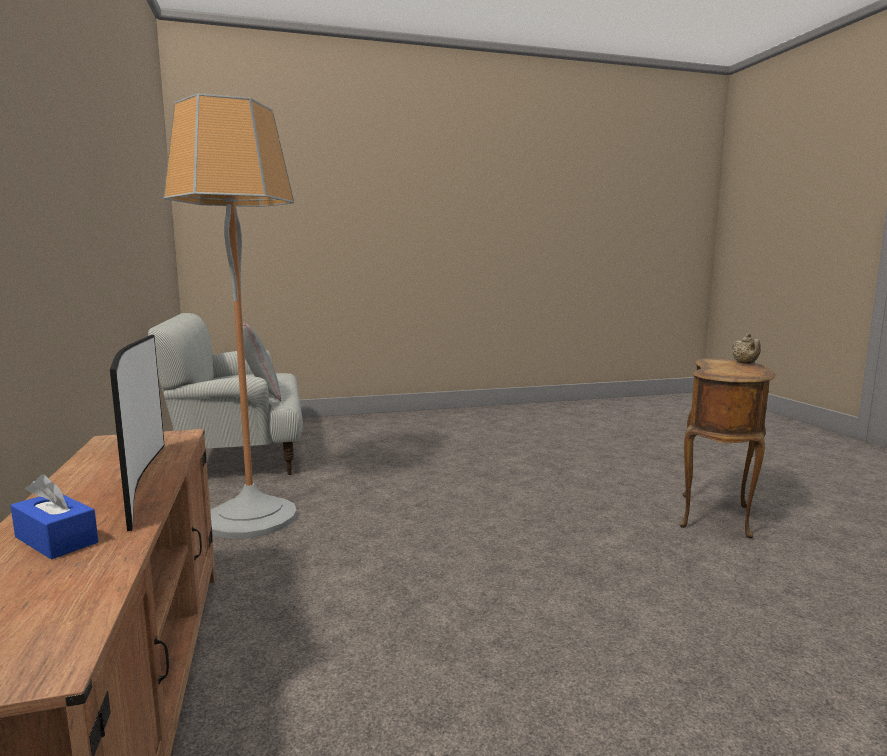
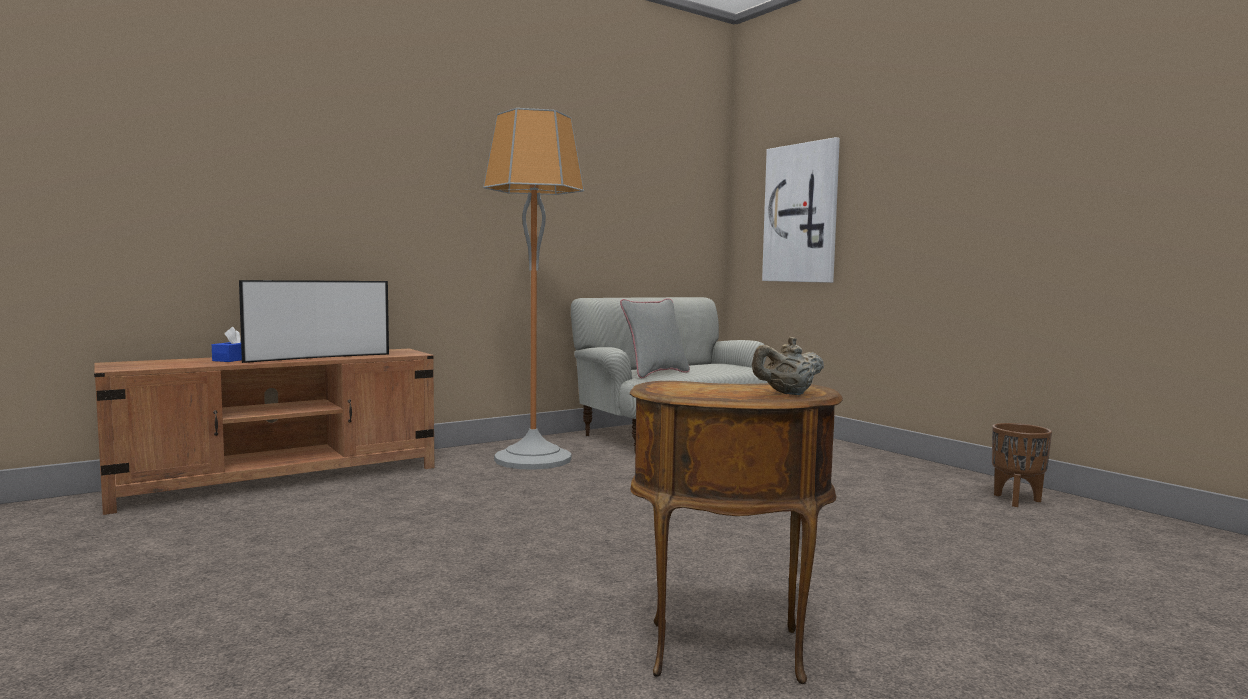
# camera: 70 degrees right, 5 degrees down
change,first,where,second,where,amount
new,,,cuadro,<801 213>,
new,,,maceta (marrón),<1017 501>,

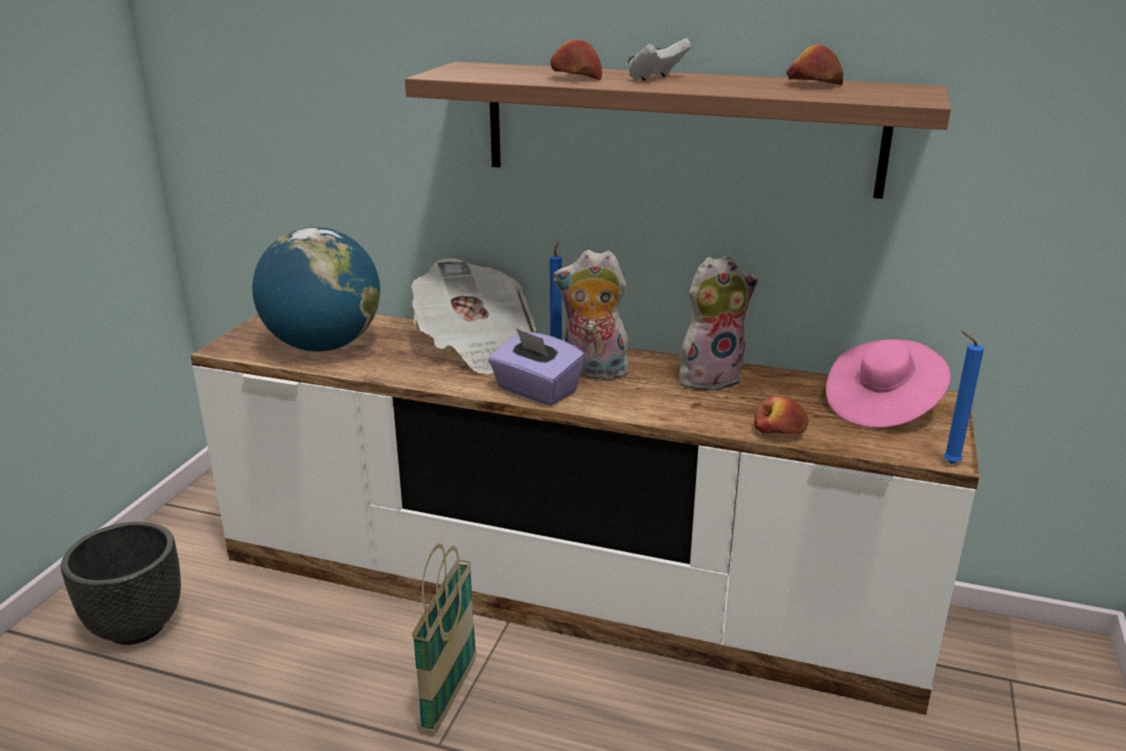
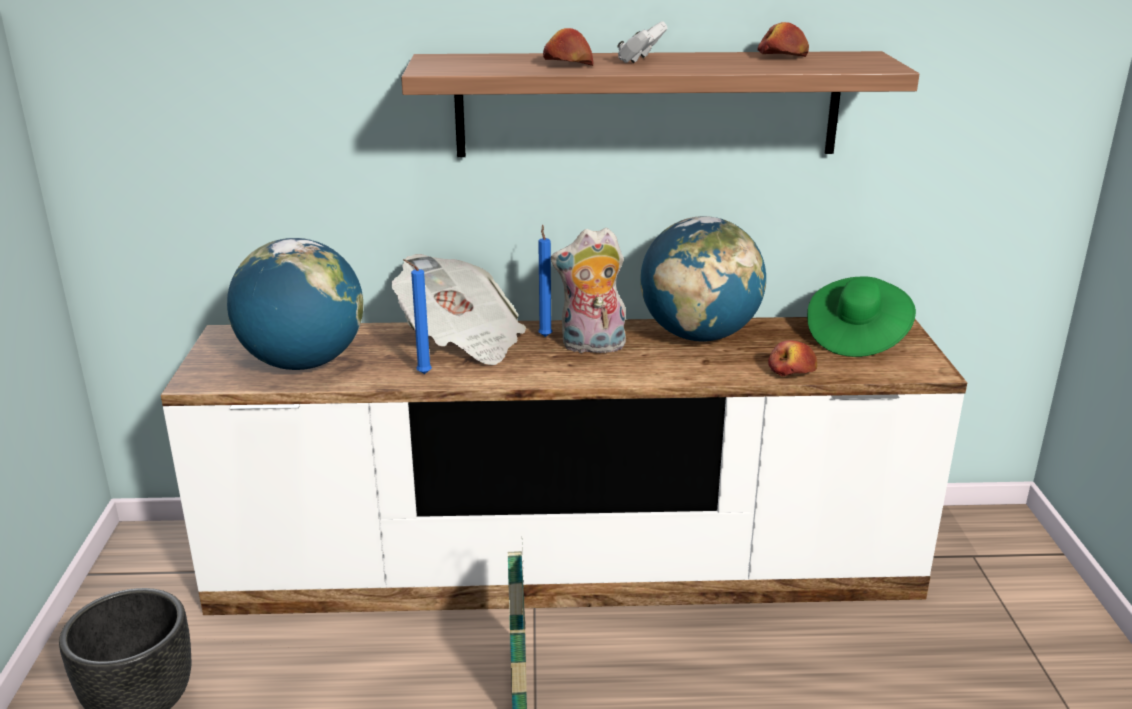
# camera: 20 degrees left, 0 degrees up
change,first,where,second,where,amount
shifted,vela (azul),<948 463>,,<421 374>,
swapped,peluche,<710 378>,globo terráqueo,<699 335>,
repainted,sombrero (rosa),<882 406>,sombrero (verde),<856 338>,
gone,caja de pañuelos (morado),<536 391>,,,

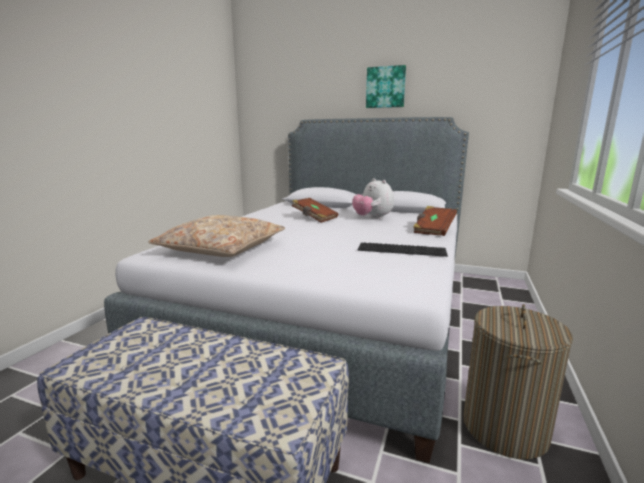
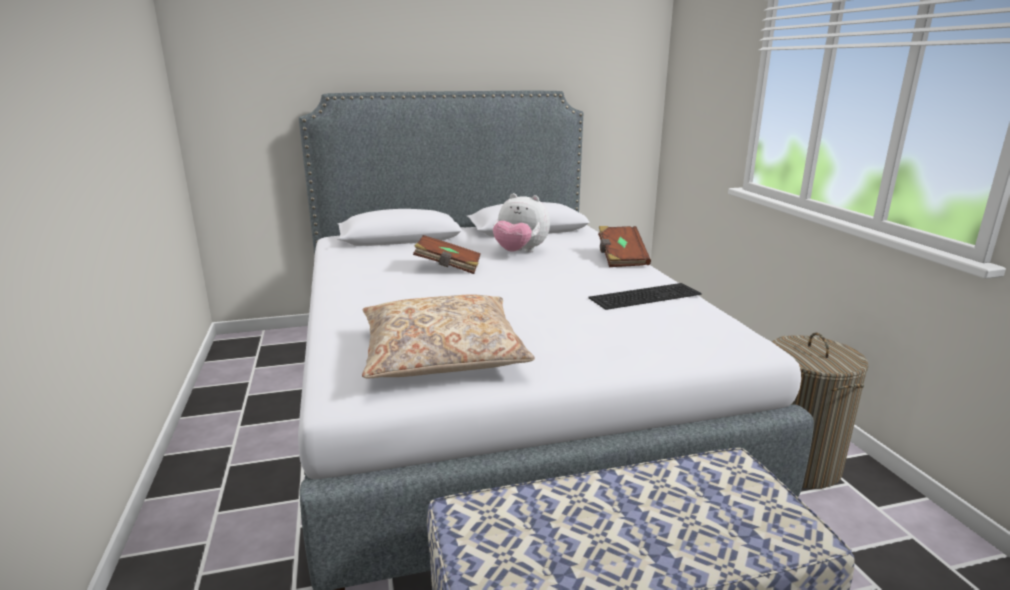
# camera: 35 degrees left, 5 degrees up
change,first,where,second,where,amount
gone,cuadro,<385 87>,,,

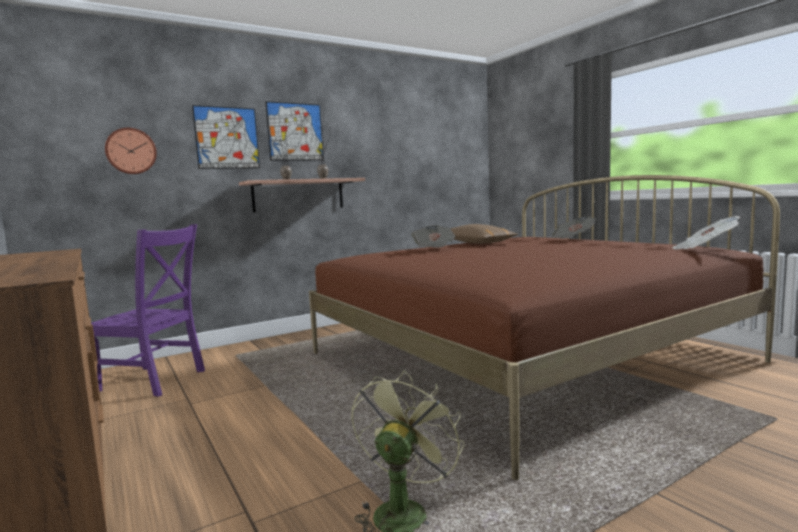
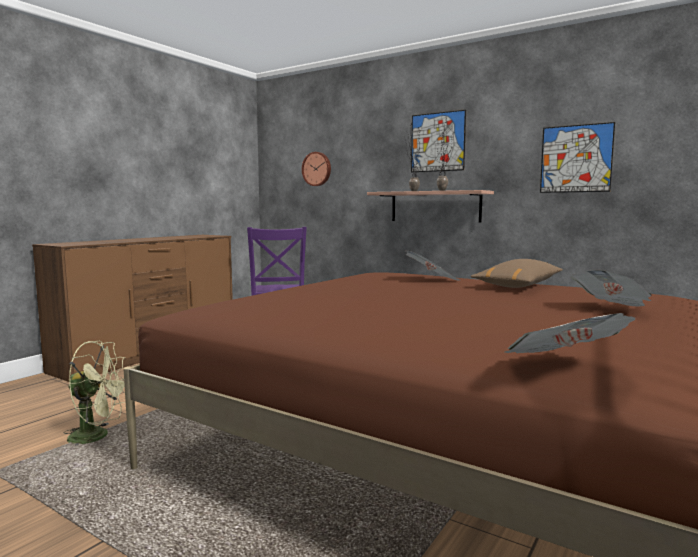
# camera: 65 degrees right, 0 degrees up
change,first,where,second,where,amount
shifted,cuadro,<227 138>,,<576 159>,

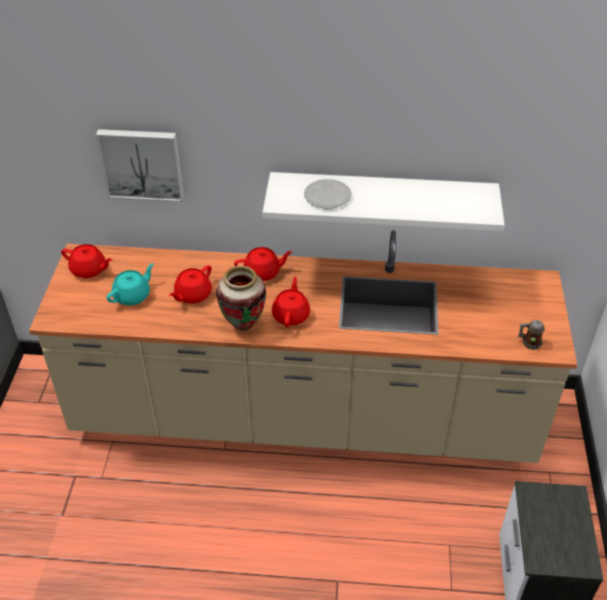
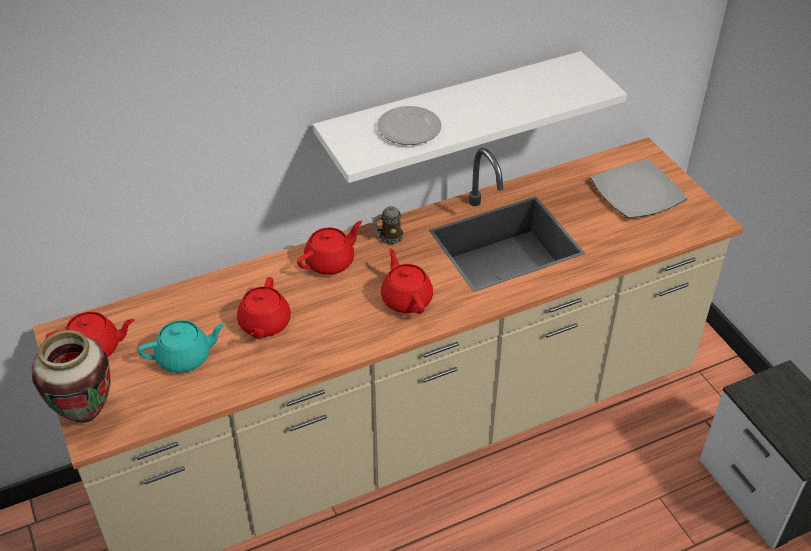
# camera: 30 degrees left, 0 degrees up
change,first,where,second,where,amount
shifted,florero,<243 325>,,<86 413>,
rotated,tetera (turquesa),<133 296>,,<185 357>,60 degrees clockwise
shifted,taza grande,<529 342>,,<388 237>,
new,,,plato,<638 192>,
gone,cuadro,<142 163>,,,

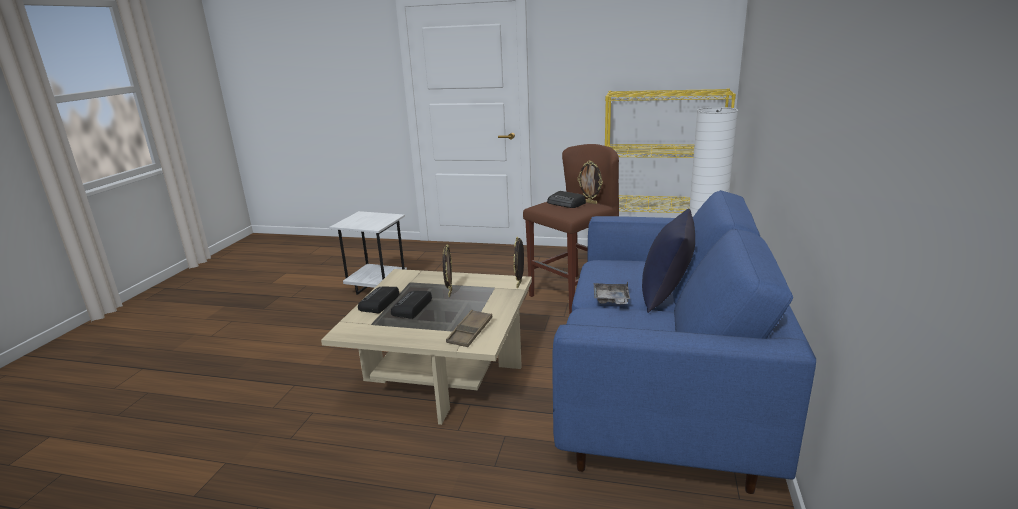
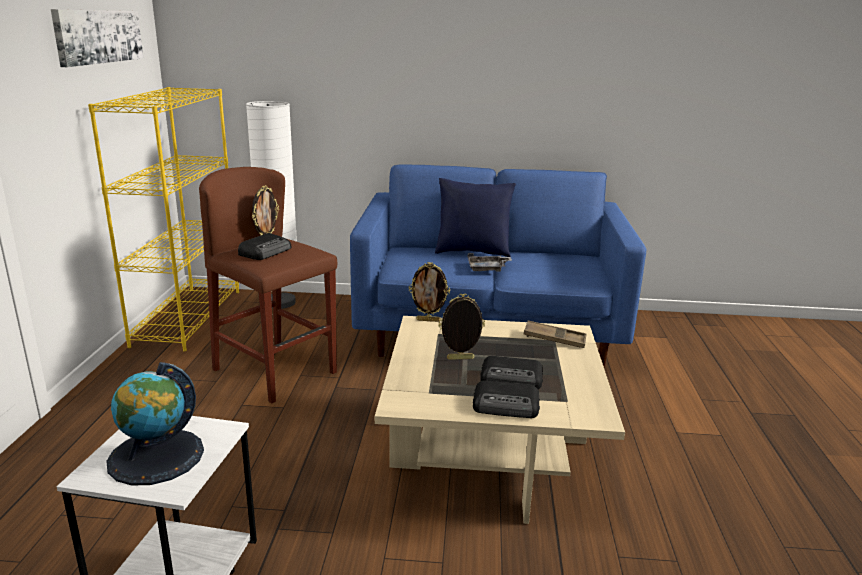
# camera: 100 degrees left, 0 degrees up
change,first,where,second,where,amount
new,,,cuadro,<98 36>,
new,,,globo terráqueo,<156 456>,

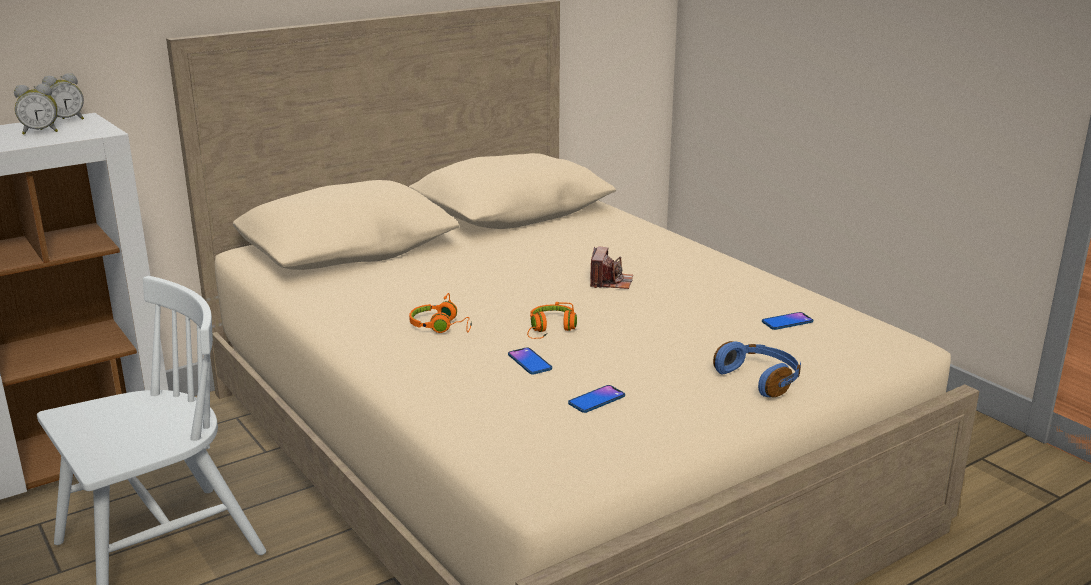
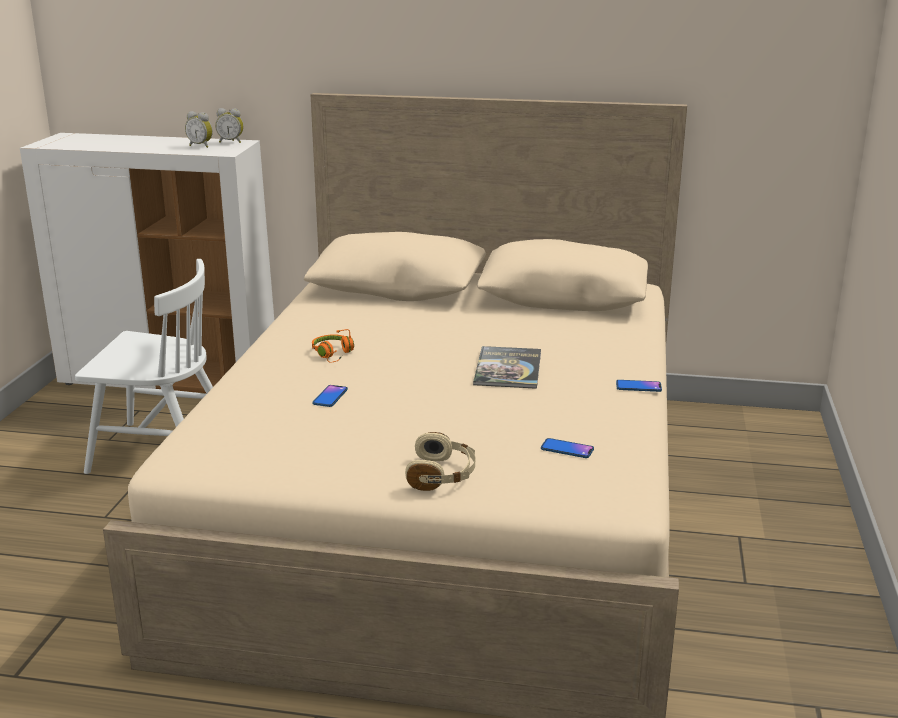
# camera: 45 degrees right, 0 degrees up
change,first,where,second,where,amount
repainted,auriculares (azul),<760 379>,auriculares (beis),<442 475>,
swapped,cámara,<610 282>,libro,<508 369>,
shifted,móvil,<596 400>,,<638 387>,
gone,auriculares (naranja),<550 329>,,,

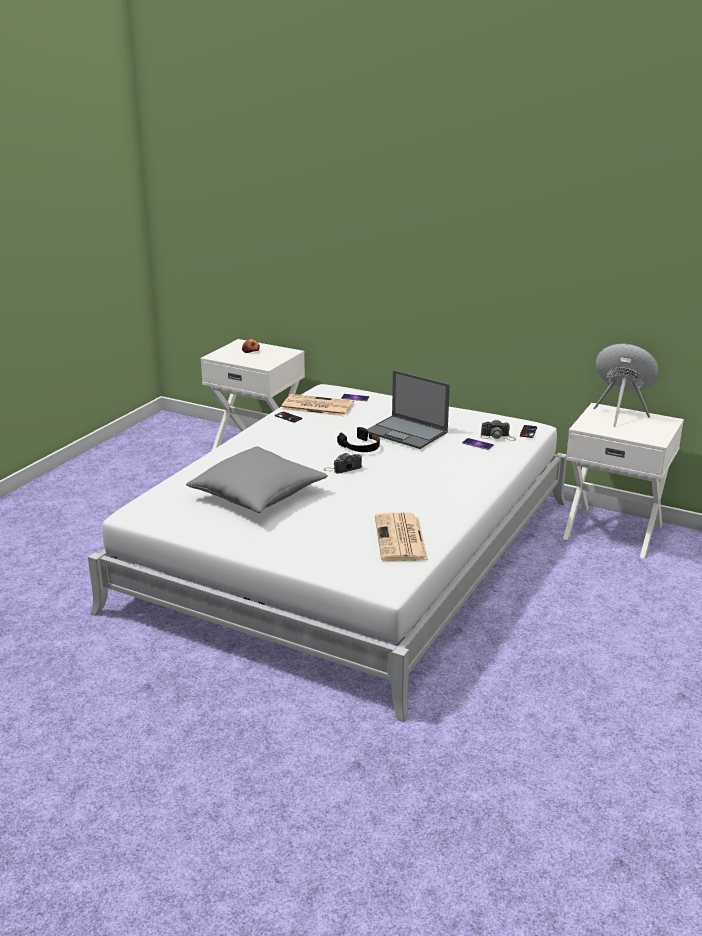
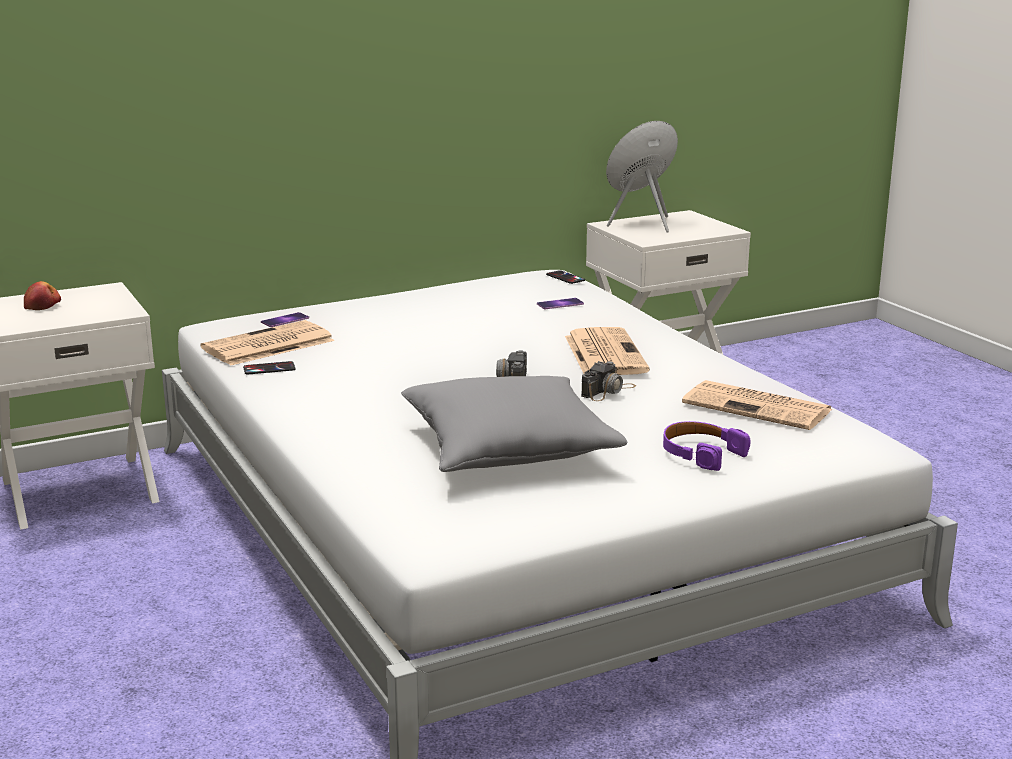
# camera: 55 degrees left, 5 degrees down
change,first,where,second,where,amount
new,,,periódico,<604 353>,
shifted,cámara,<498 437>,,<608 391>,
new,,,auriculares (morado),<701 453>,
gone,auriculares (negro),<360 446>,,,
gone,portátil,<407 432>,,,

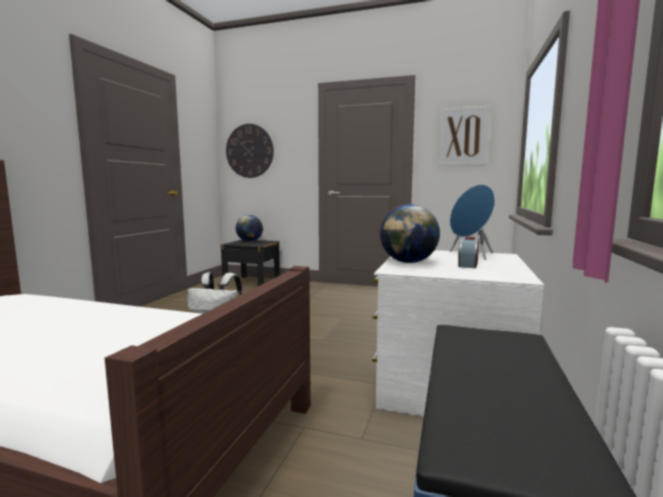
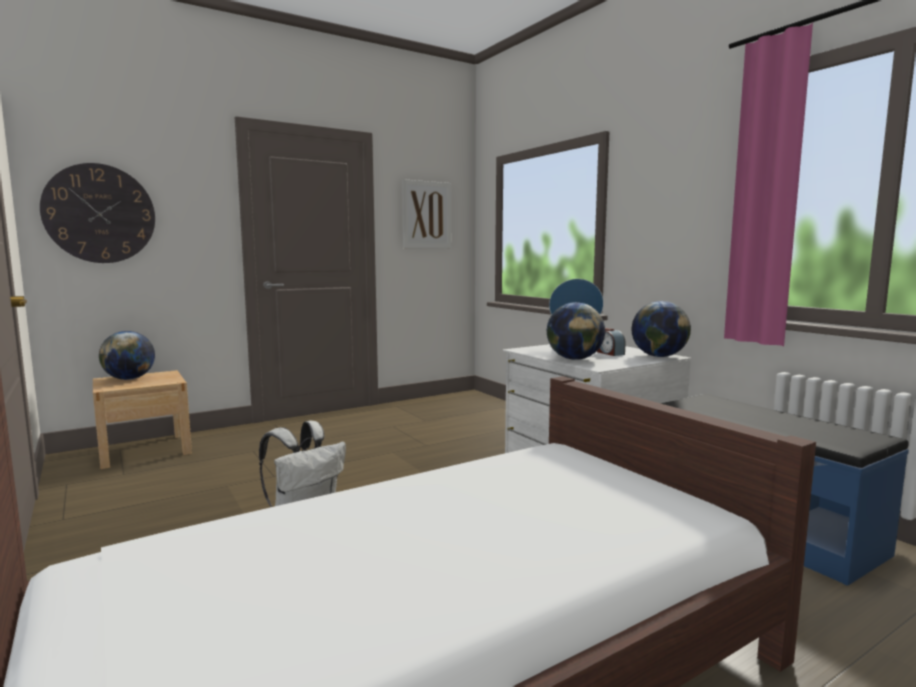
# camera: 50 degrees left, 0 degrees up
change,first,where,second,where,amount
repainted,mesita de noche (negro),<252 282>,mesita de noche (beis),<145 450>,
new,,,globo terráqueo,<658 356>,

